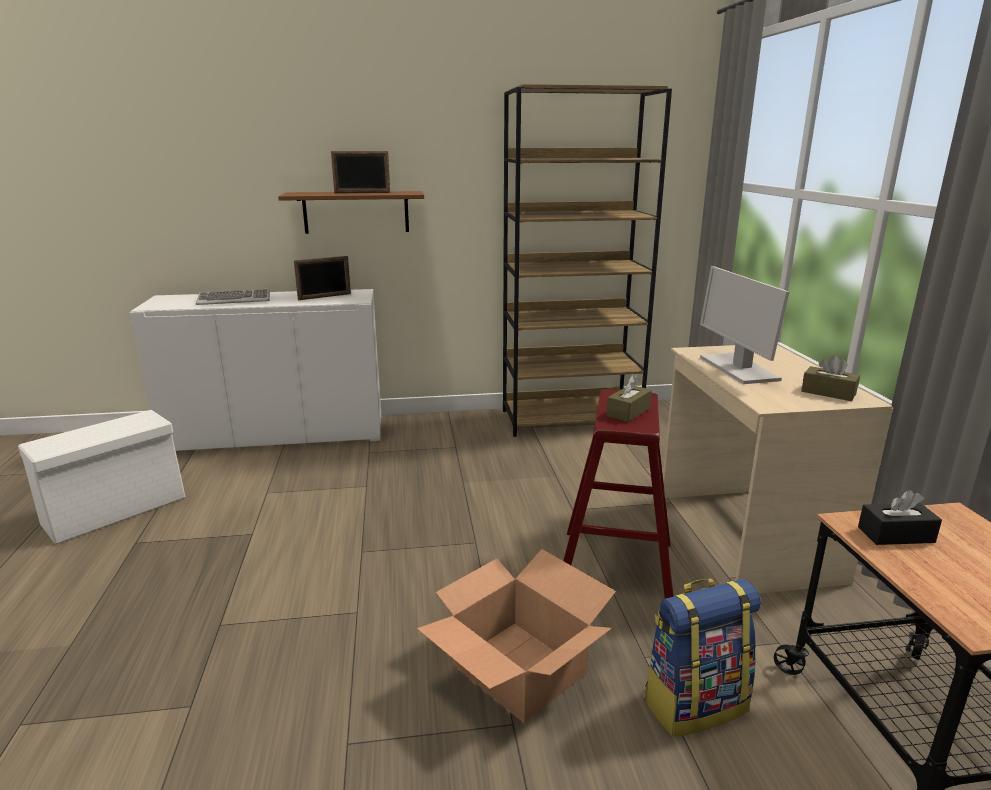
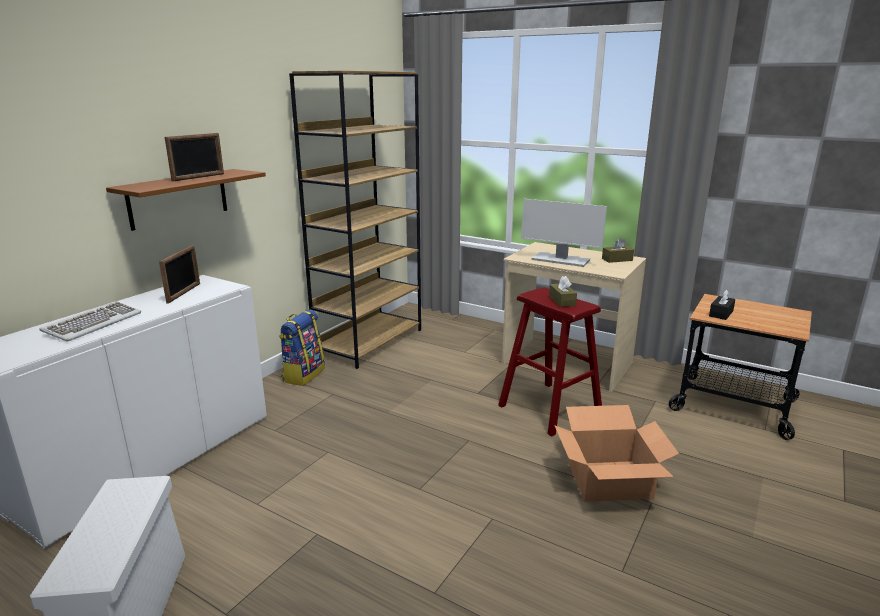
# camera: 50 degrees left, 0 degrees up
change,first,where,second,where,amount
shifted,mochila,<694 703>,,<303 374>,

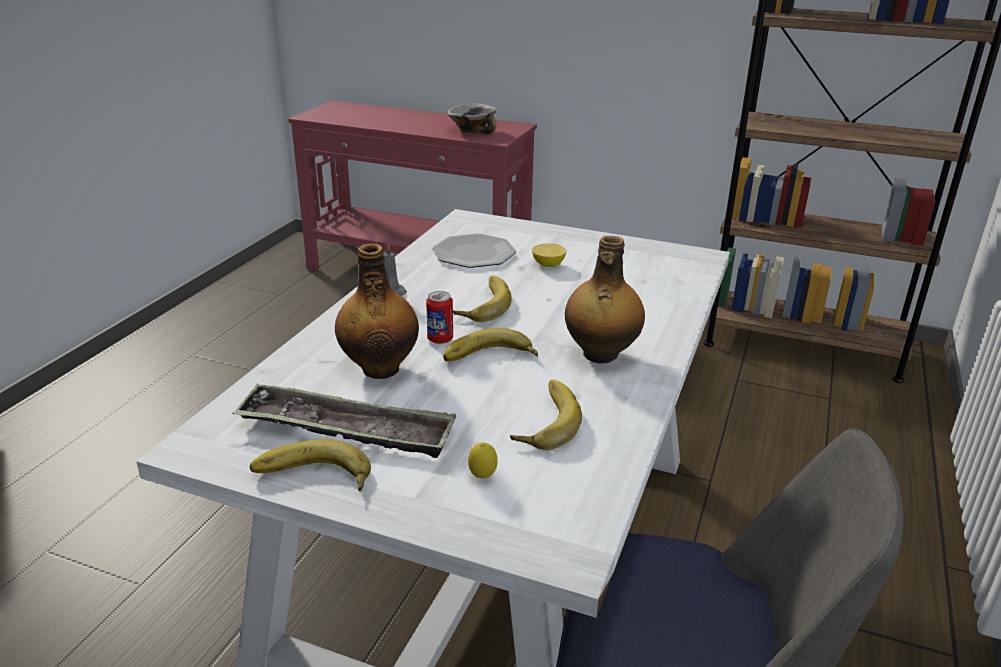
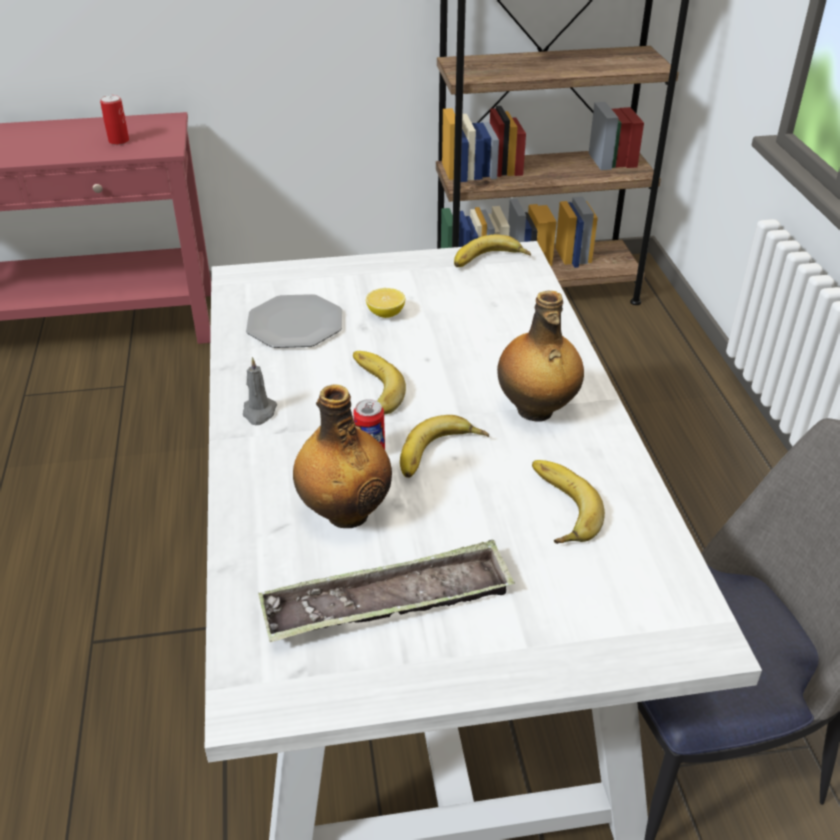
# camera: 30 degrees left, 10 degrees up
change,first,where,second,where,amount
swapped,cuenco,<471 131>,lata,<119 141>,
shifted,plátano,<312 478>,,<490 261>,
gone,limón,<482 477>,,,

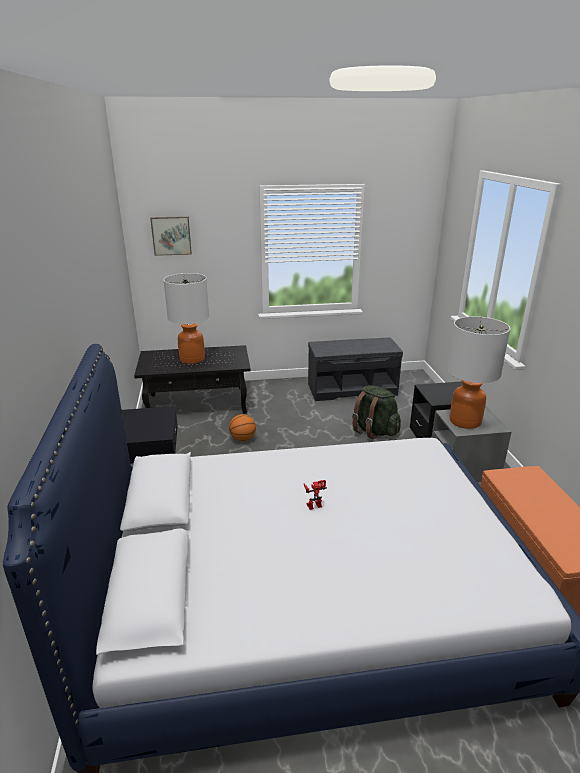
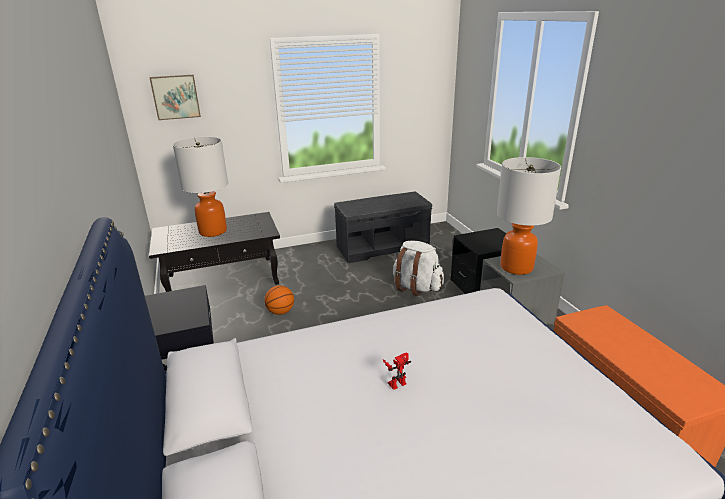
# camera: 10 degrees left, 0 degrees up
change,first,where,second,where,amount
repainted,mochila (verde),<374 431>,mochila (blanco),<416 287>,

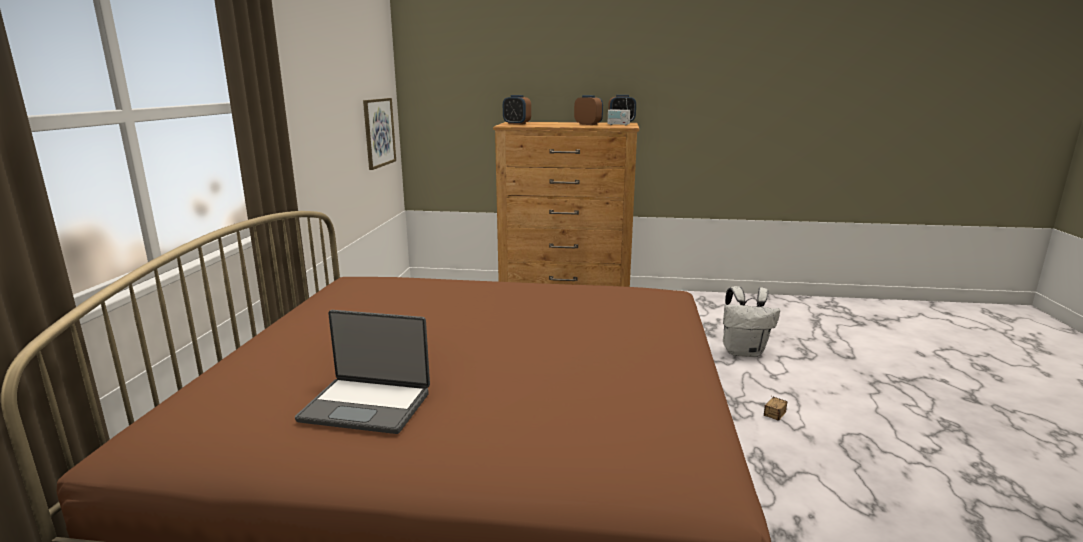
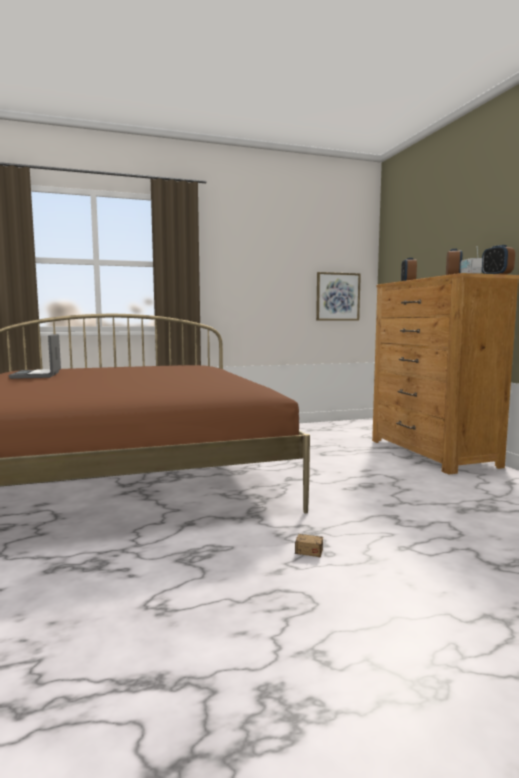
# camera: 65 degrees right, 10 degrees down
change,first,where,second,where,amount
gone,mochila (blanco),<744 352>,,,

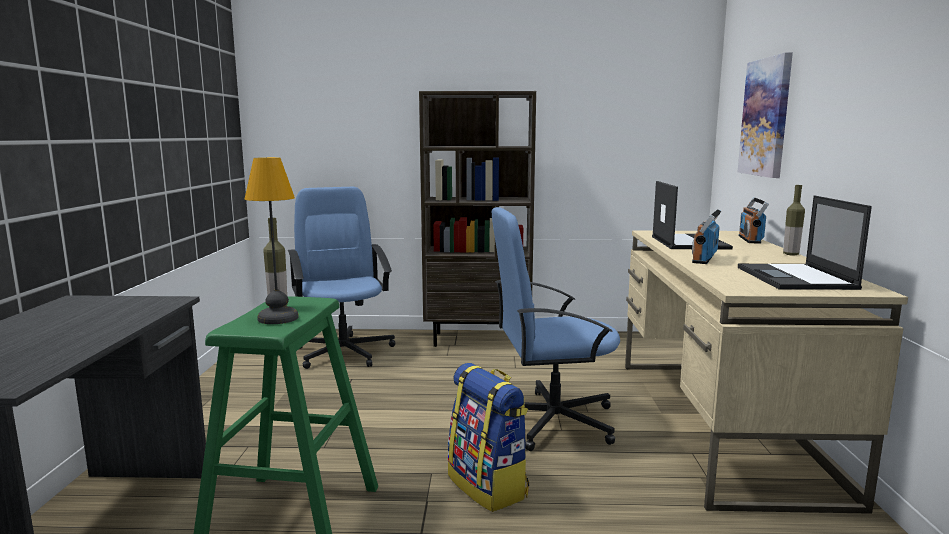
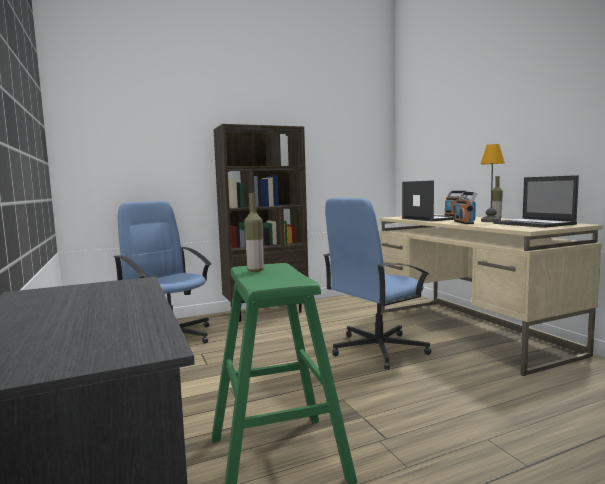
# camera: 25 degrees left, 5 degrees down
change,first,where,second,where,amount
shifted,lámpara de mesa,<279 318>,,<491 221>,
gone,mochila,<489 486>,,,
gone,cuadro,<766 117>,,,

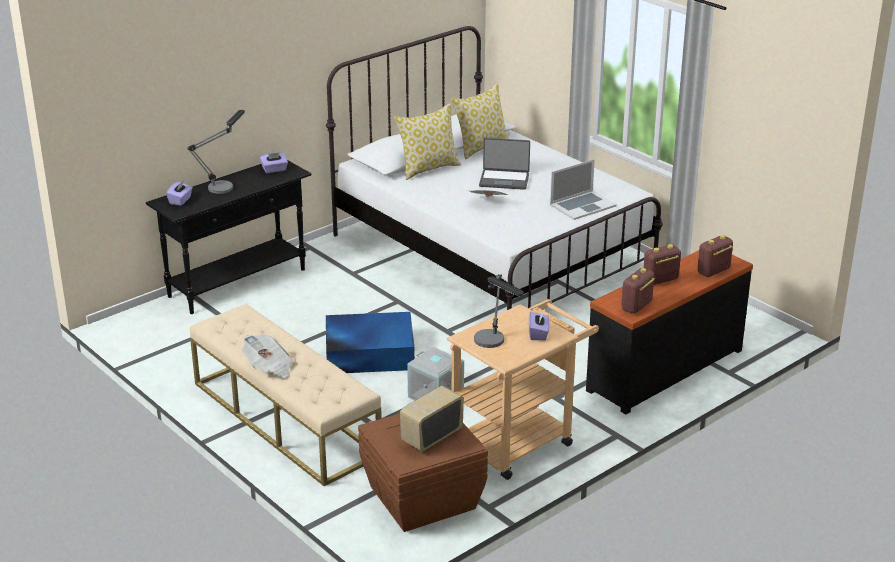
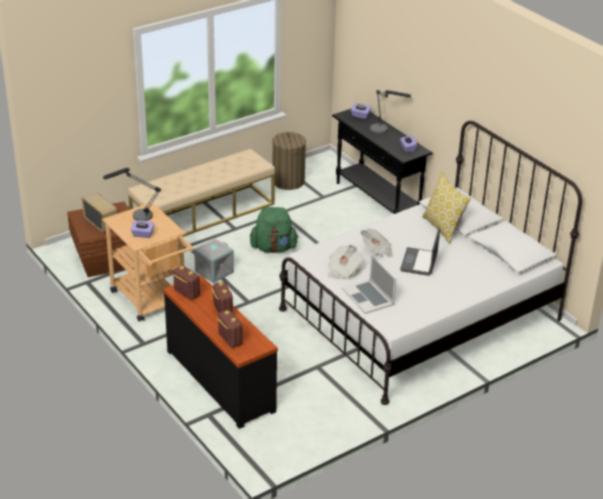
# camera: 95 degrees right, 5 degrees up
change,first,where,second,where,amount
swapped,caja de almacenaje (azul),<368 353>,mochila (verde),<273 248>,
new,,,cesto de la ropa,<288 181>,
shifted,periódico,<269 367>,,<343 270>,
gone,cojín,<481 147>,,,

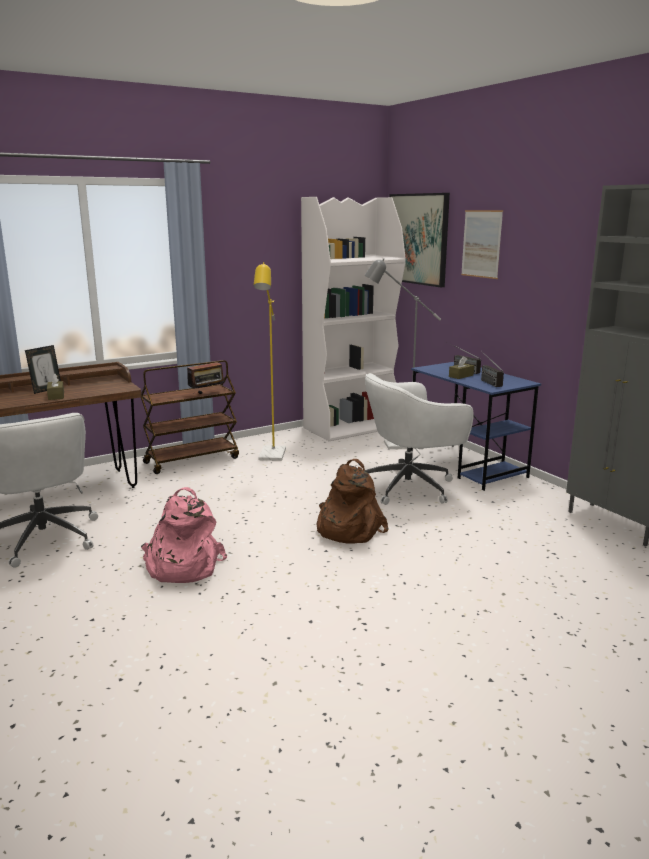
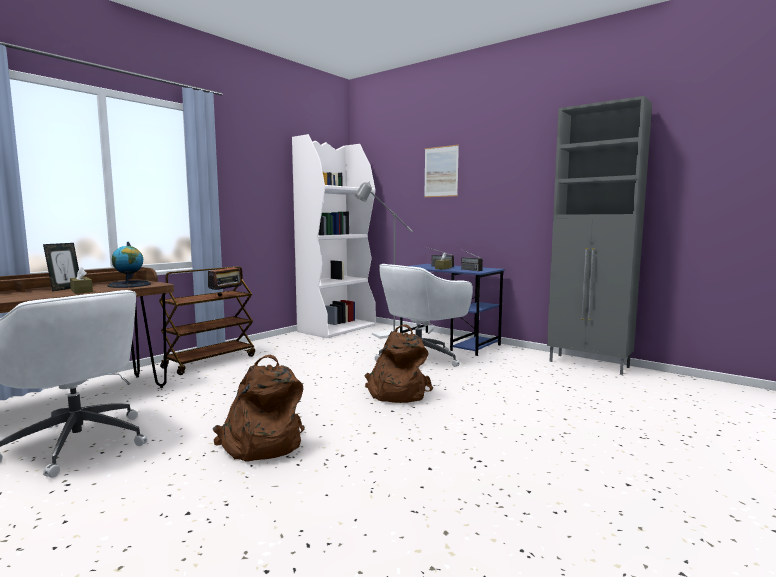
# camera: 20 degrees left, 10 degrees down
change,first,where,second,where,amount
new,,,globo terráqueo,<129 285>,
repainted,mochila (rosa),<181 566>,mochila (marrón),<261 444>,
gone,lámpara de pie (amarillo),<271 457>,,,
gone,cuadro,<418 239>,,,

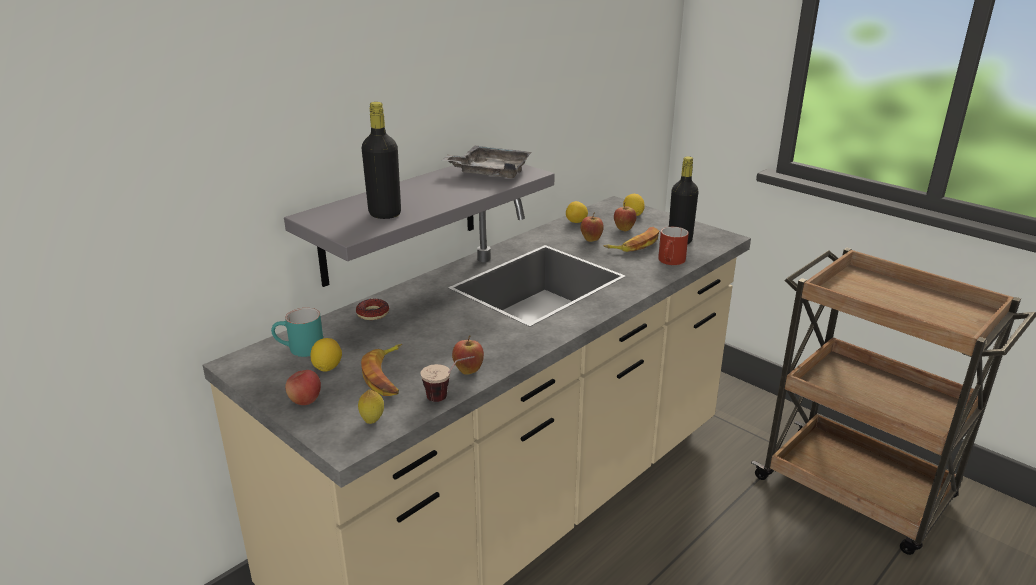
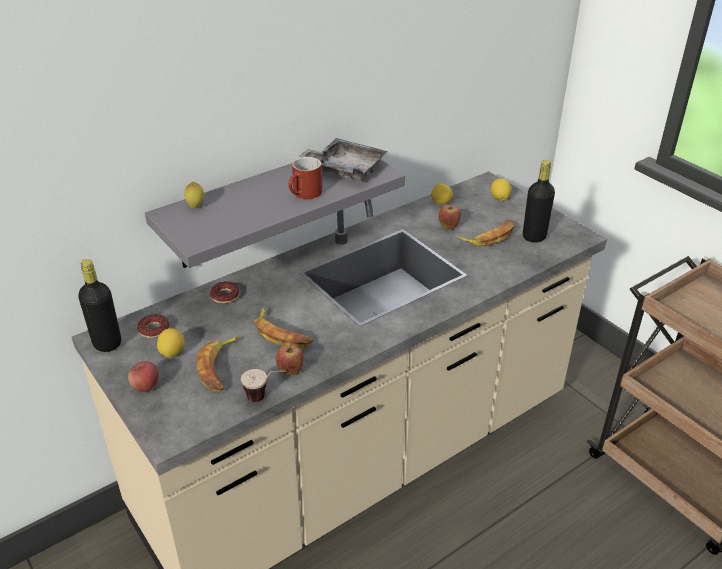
# camera: 10 degrees right, 10 degrees up
change,first,where,second,where,amount
shifted,botella (negro),<385 214>,,<107 343>,
swapped,taza grande (turquesa),<300 349>,rosquilla,<154 329>,
shifted,limón,<372 421>,,<196 206>,
new,,,plátano,<281 334>,
shifted,taza grande (rojo),<671 262>,,<305 195>,
gone,manzana,<624 229>,,,

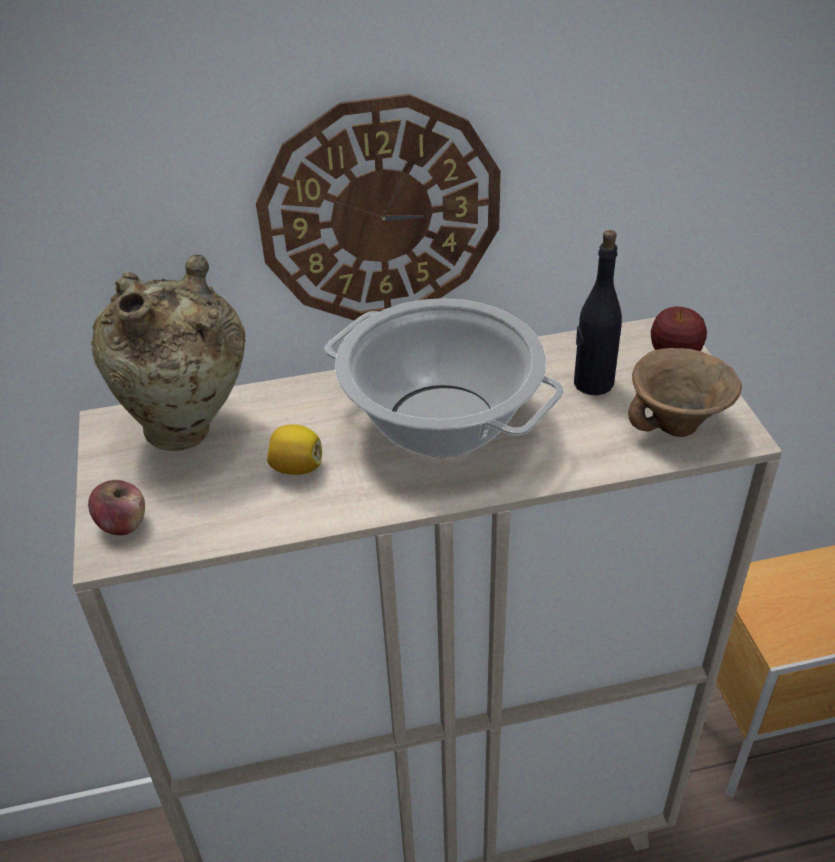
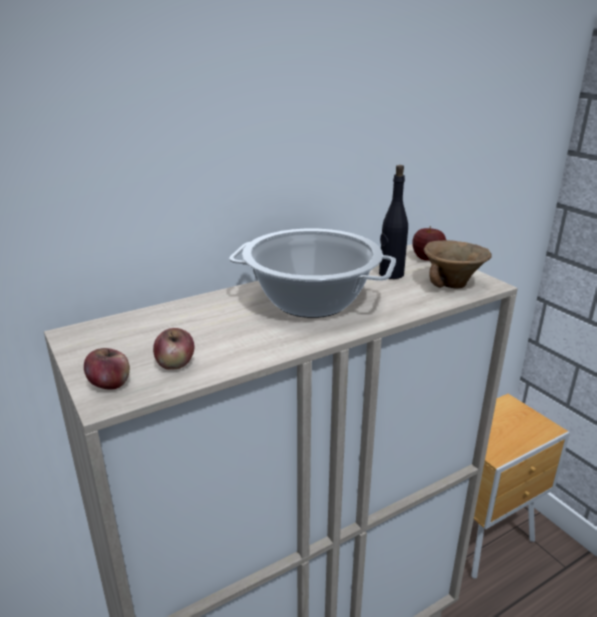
# camera: 20 degrees left, 15 degrees down
change,first,where,second,where,amount
new,,,manzana,<175 364>,
gone,florero (beis),<190 429>,,,
gone,reloj de pared,<380 213>,,,
gone,limón,<296 467>,,,

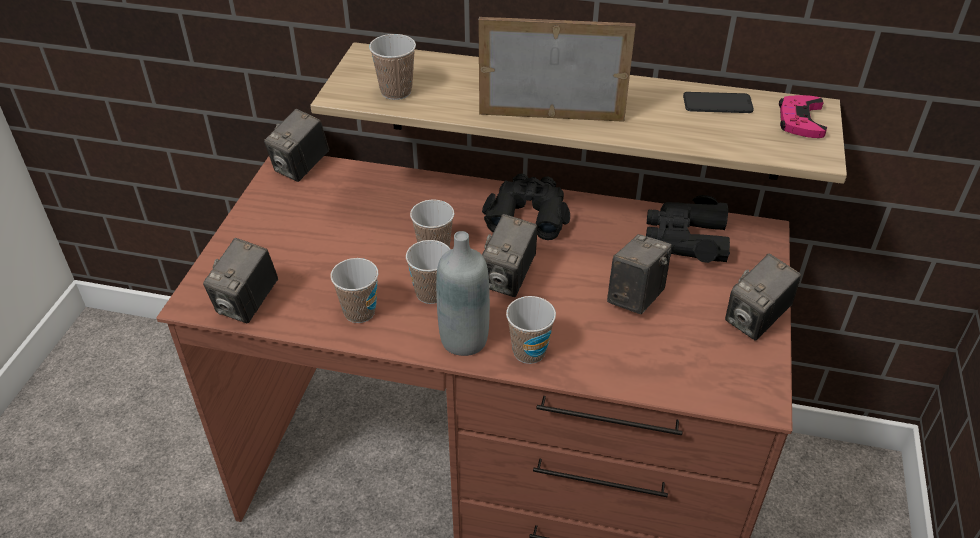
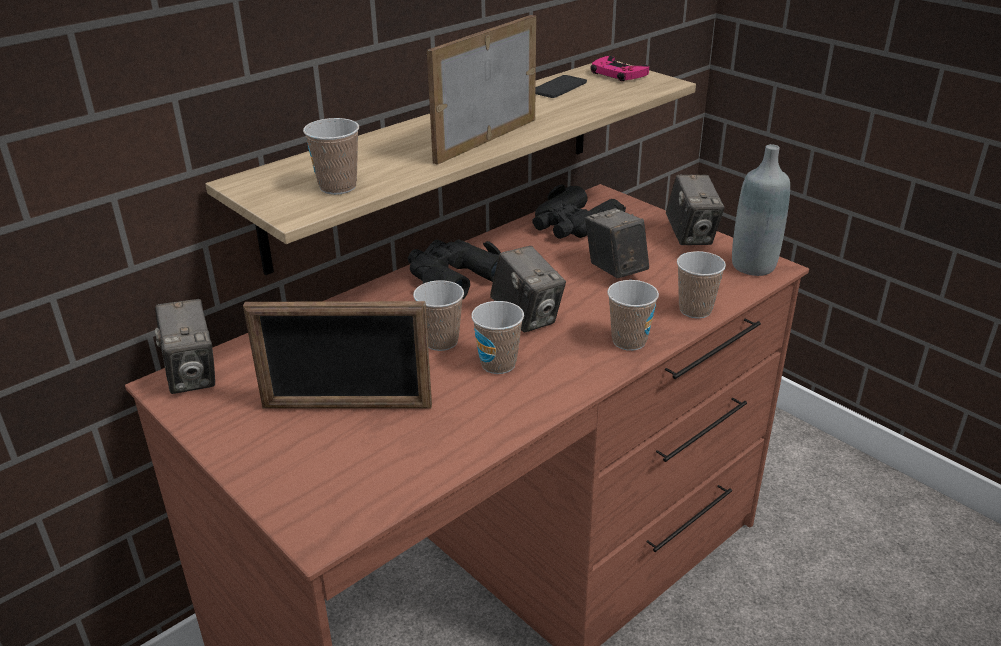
# camera: 55 degrees left, 10 degrees down
change,first,where,second,where,amount
new,,,portarretratos,<347 407>,
shifted,taza,<359 312>,,<695 310>,
shifted,botella (gris),<464 340>,,<753 266>,
gone,cámara,<248 304>,,,

